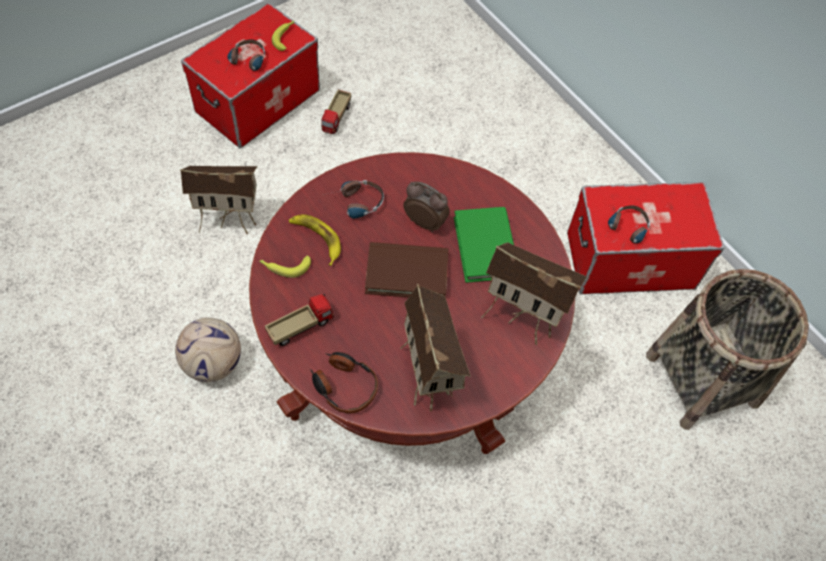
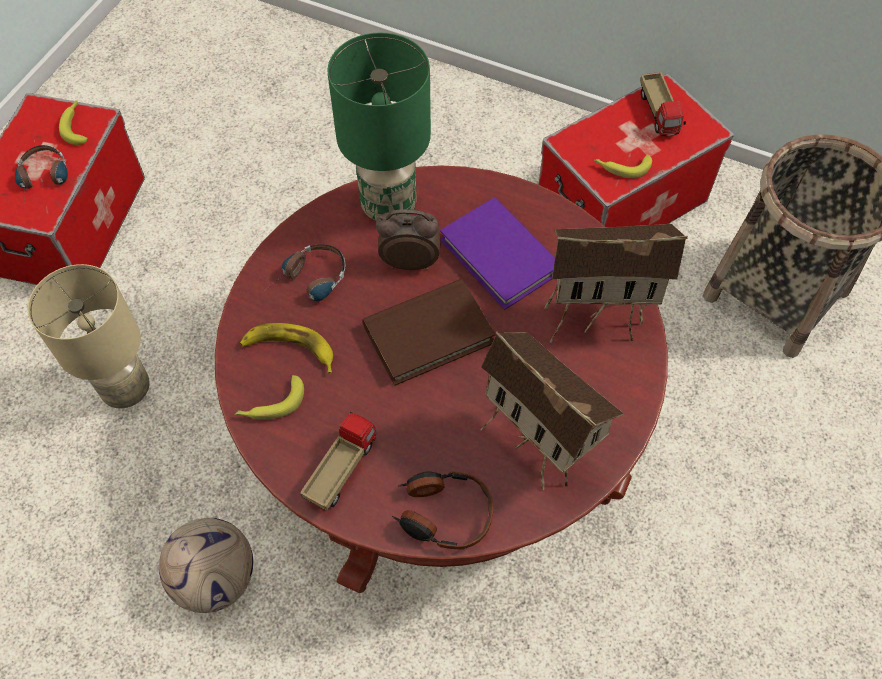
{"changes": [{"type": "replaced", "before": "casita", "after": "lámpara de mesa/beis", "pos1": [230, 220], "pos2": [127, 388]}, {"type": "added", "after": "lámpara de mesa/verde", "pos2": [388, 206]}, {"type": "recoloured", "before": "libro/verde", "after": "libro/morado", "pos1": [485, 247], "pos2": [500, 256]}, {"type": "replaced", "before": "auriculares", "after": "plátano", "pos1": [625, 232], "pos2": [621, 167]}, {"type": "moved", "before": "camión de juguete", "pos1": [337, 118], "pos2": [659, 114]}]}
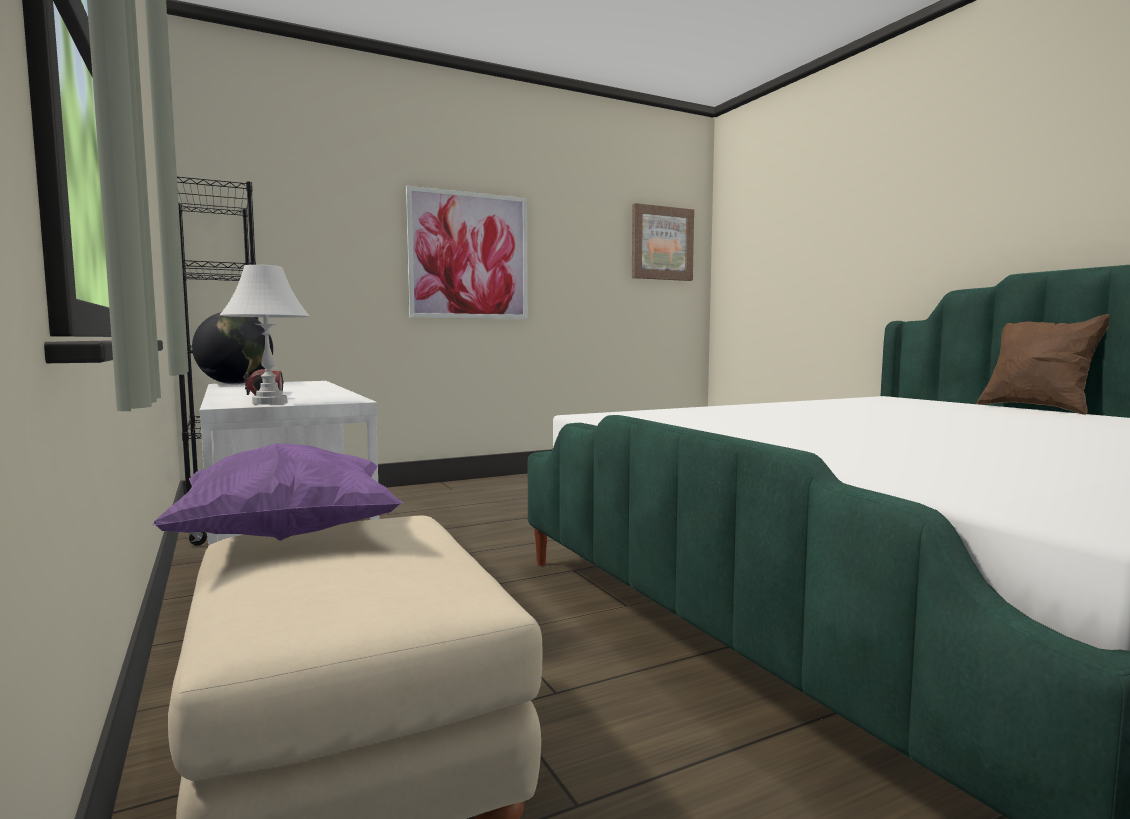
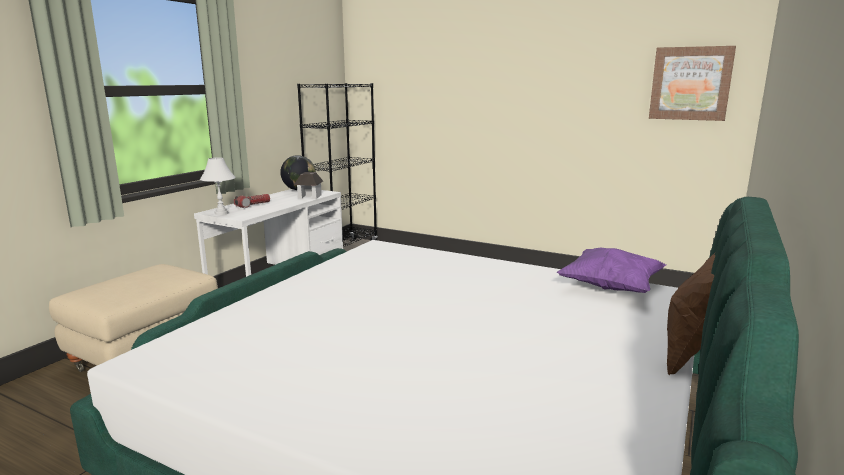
{"changes": [{"type": "added", "after": "casita", "pos2": [309, 196]}, {"type": "moved", "before": "cojín/morado", "pos1": [288, 535], "pos2": [611, 287]}, {"type": "removed", "before": "cuadro", "pos1": [469, 256]}]}
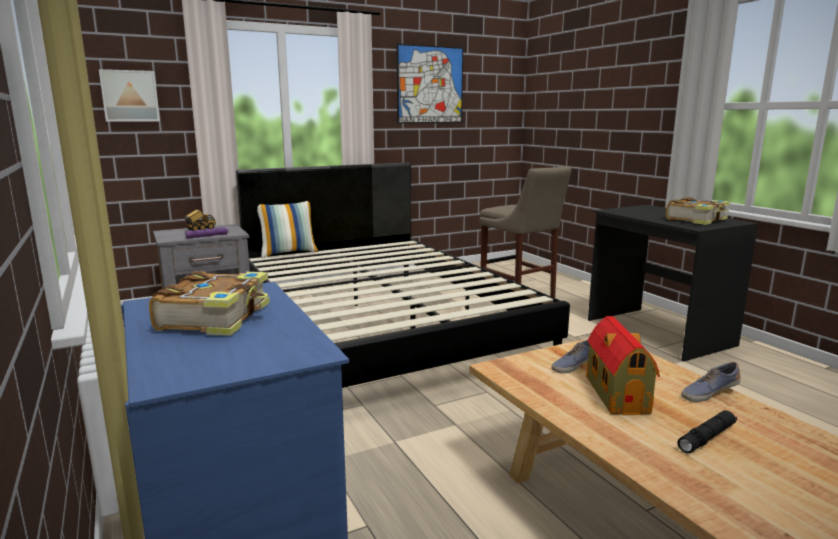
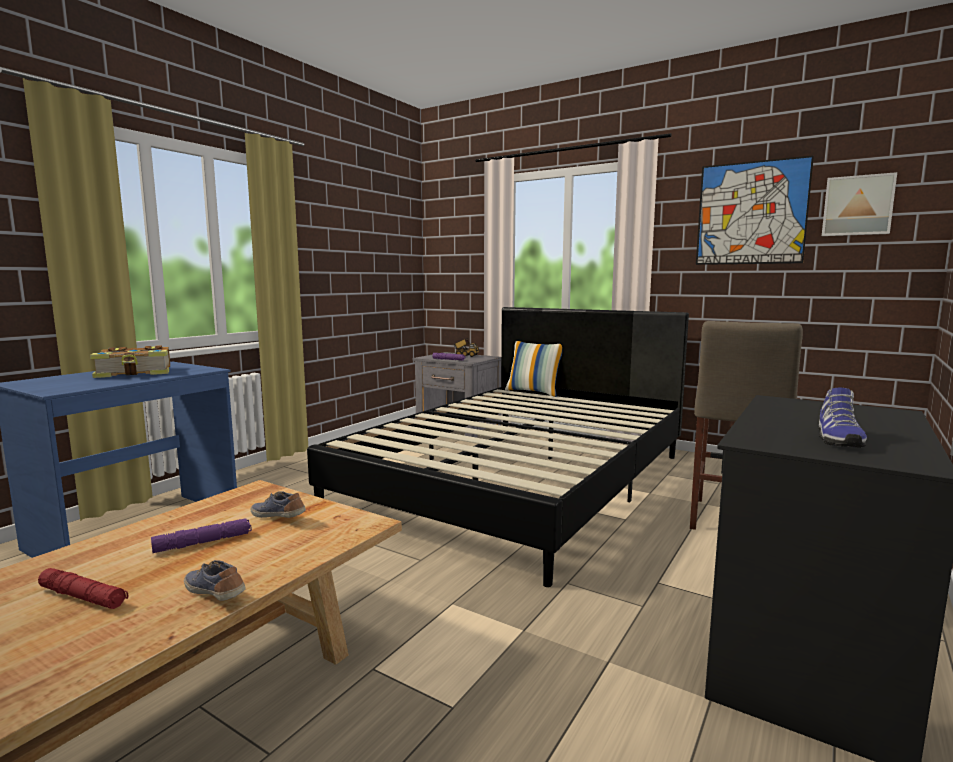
{"changes": [{"type": "recoloured", "before": "linterna/negro", "after": "linterna/rojo", "pos1": [707, 437], "pos2": [83, 597]}, {"type": "replaced", "before": "casita", "after": "linterna/morado", "pos1": [616, 393], "pos2": [203, 542]}, {"type": "replaced", "before": "libro", "after": "zapato", "pos1": [697, 220], "pos2": [836, 439]}, {"type": "moved", "before": "cuadro", "pos1": [130, 96], "pos2": [858, 206]}]}
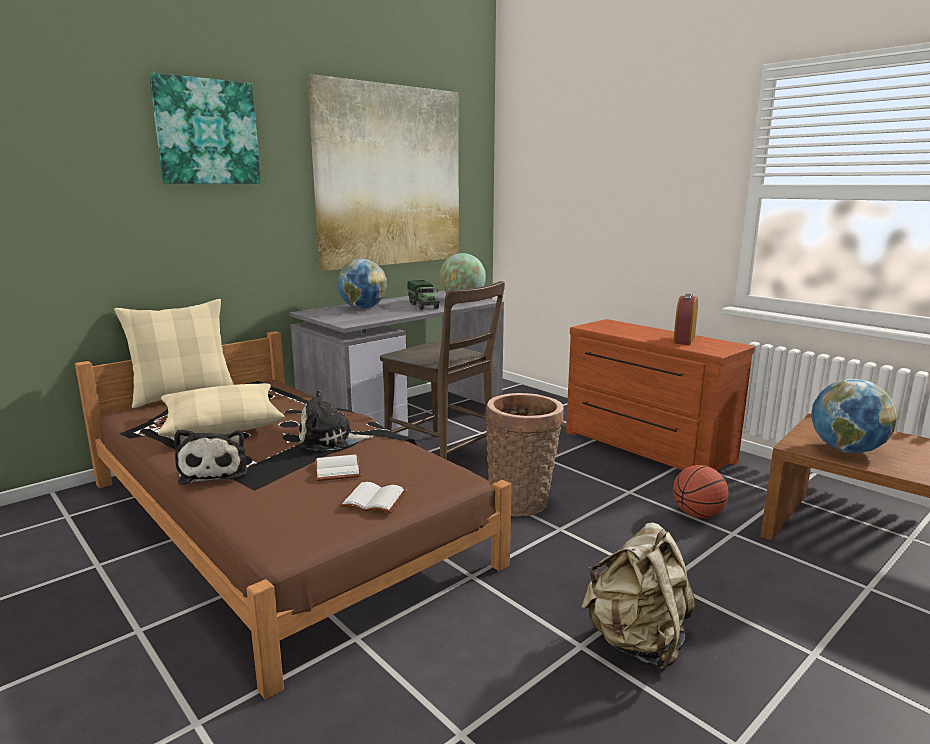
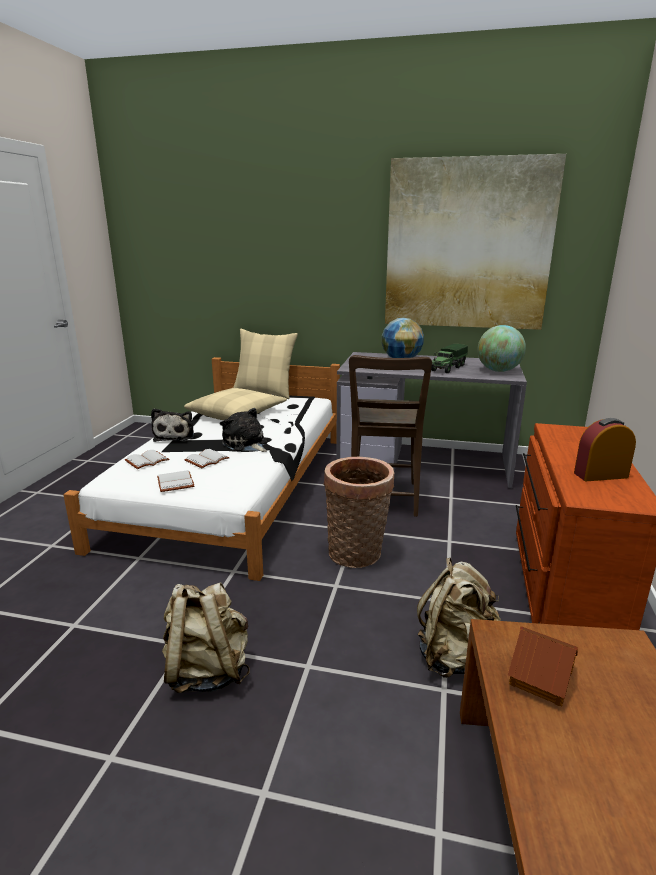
{"changes": [{"type": "recoloured", "before": "cama/marrón", "after": "cama/blanco", "pos1": [278, 520], "pos2": [234, 486]}, {"type": "added", "after": "libro/blanco", "pos2": [147, 461]}, {"type": "turned", "before": "peluche", "pos1": [215, 471], "pos2": [175, 435], "turn": -45}, {"type": "replaced", "before": "balón de baloncesto", "after": "mochila/beis", "pos1": [697, 514], "pos2": [454, 655]}, {"type": "replaced", "before": "globo terráqueo", "after": "casita", "pos1": [846, 450], "pos2": [539, 676]}, {"type": "removed", "before": "cuadro", "pos1": [207, 132]}]}
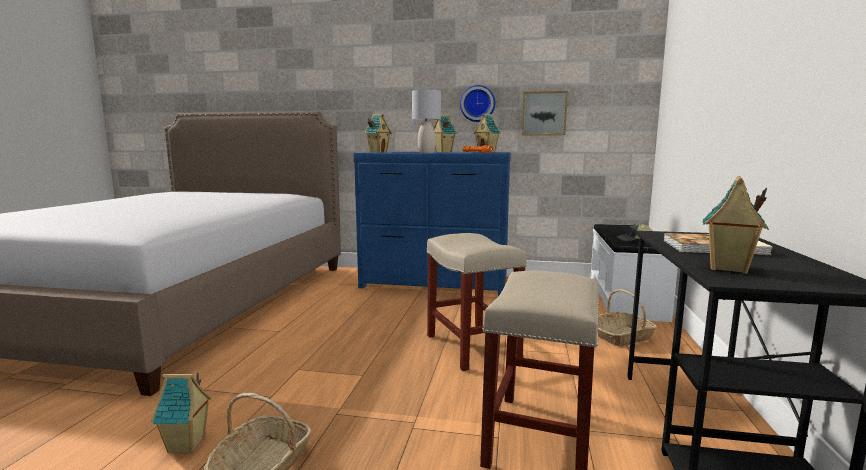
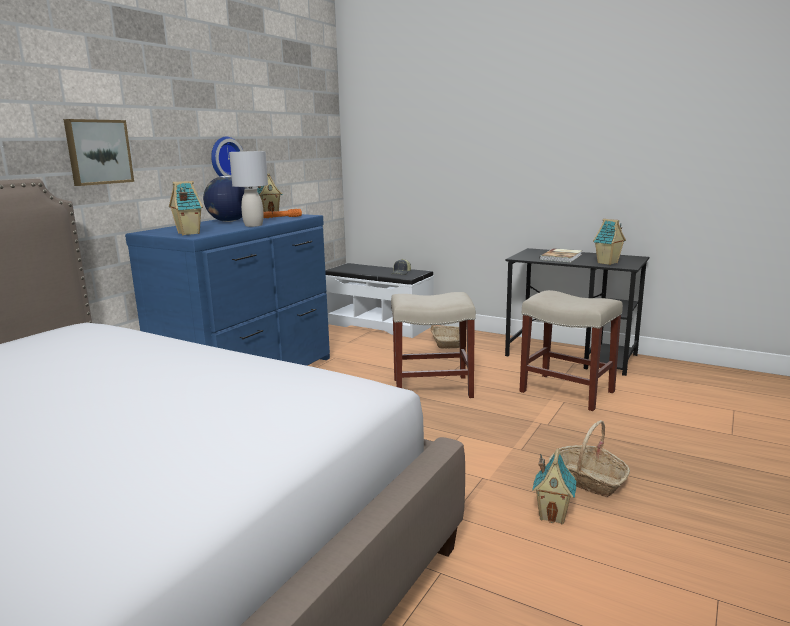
{"changes": [{"type": "moved", "before": "cuadro", "pos1": [544, 113], "pos2": [98, 152]}, {"type": "replaced", "before": "casita", "after": "globo terráqueo", "pos1": [443, 152], "pos2": [228, 221]}]}
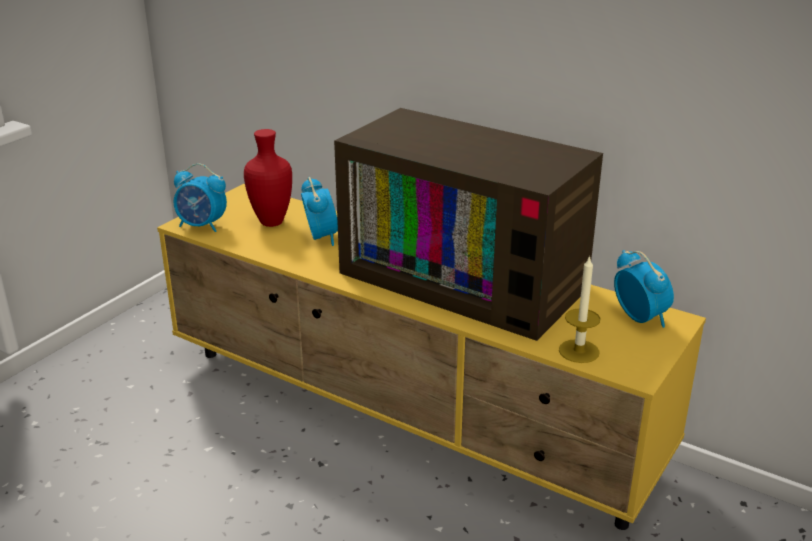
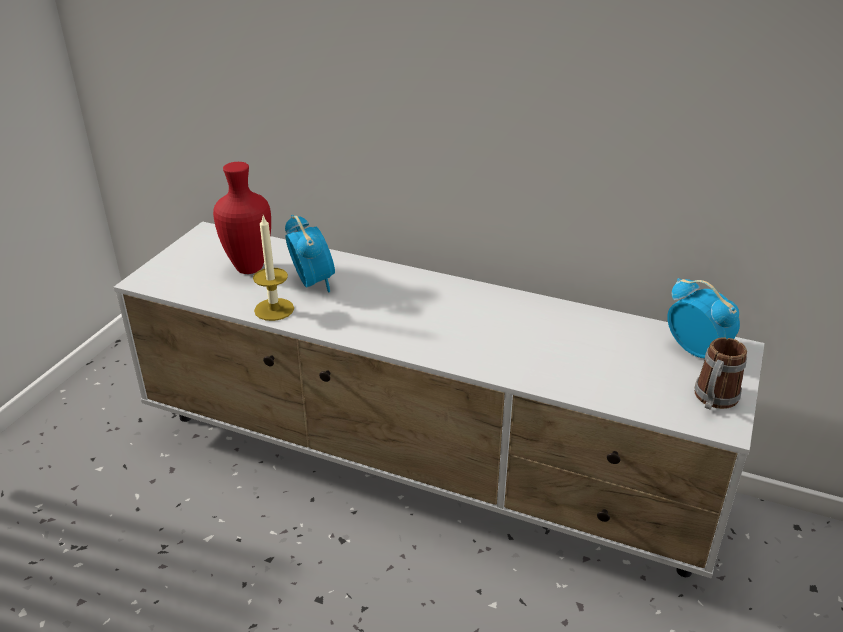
{"changes": [{"type": "recoloured", "before": "mueble de televisión/amarillo", "after": "mueble de televisión/blanco", "pos1": [408, 415], "pos2": [424, 467]}, {"type": "moved", "before": "vela", "pos1": [579, 351], "pos2": [274, 309]}, {"type": "added", "after": "taza grande", "pos2": [713, 400]}, {"type": "removed", "before": "despertador", "pos1": [202, 226]}, {"type": "removed", "before": "televisor", "pos1": [468, 278]}]}
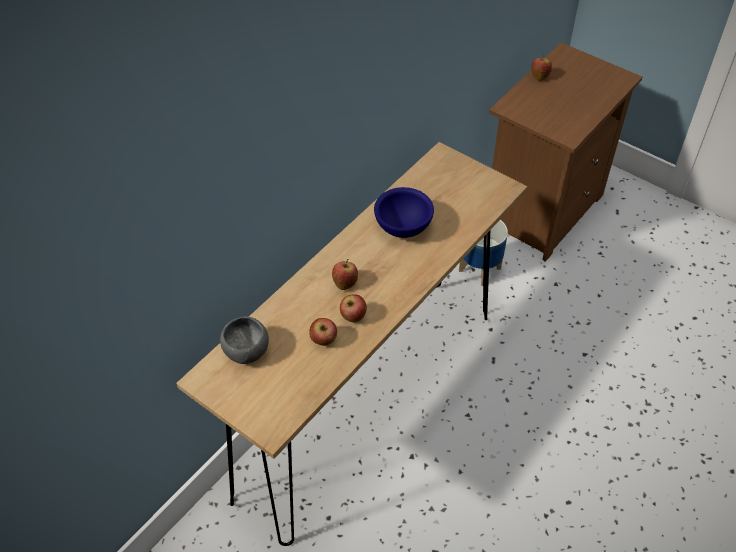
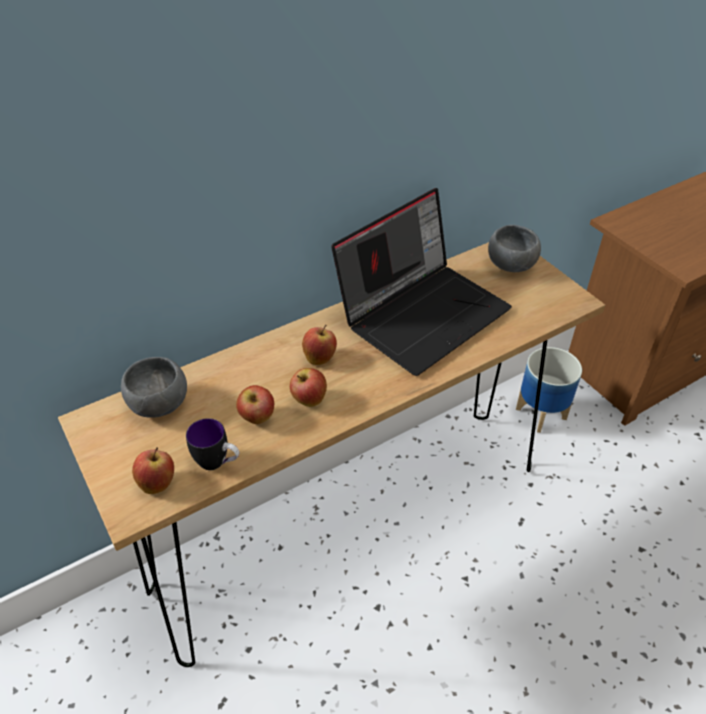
{"changes": [{"type": "moved", "before": "manzana", "pos1": [539, 76], "pos2": [158, 483]}, {"type": "added", "after": "taza grande", "pos2": [218, 463]}, {"type": "replaced", "before": "cuenco/azul", "after": "portátil", "pos1": [402, 227], "pos2": [423, 313]}, {"type": "added", "after": "cuenco/gris", "pos2": [509, 265]}]}
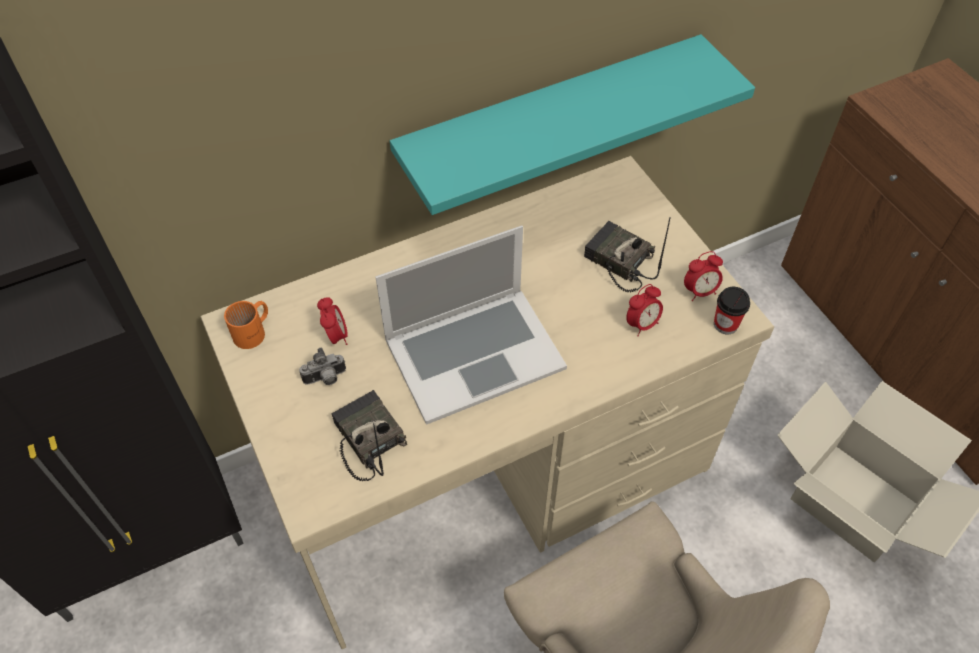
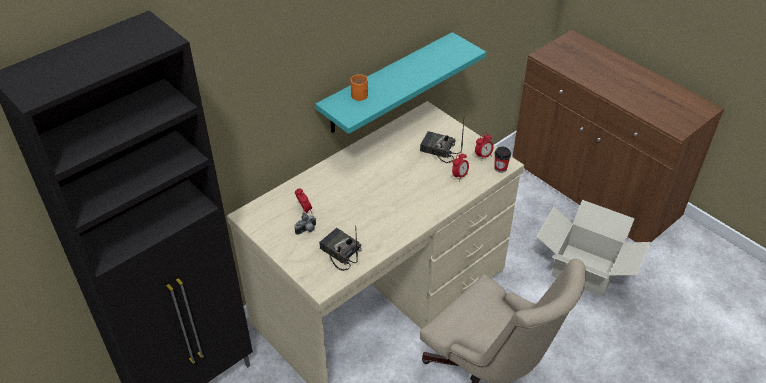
{"changes": [{"type": "moved", "before": "taza grande/naranja", "pos1": [254, 332], "pos2": [361, 93]}, {"type": "removed", "before": "portátil", "pos1": [474, 352]}]}
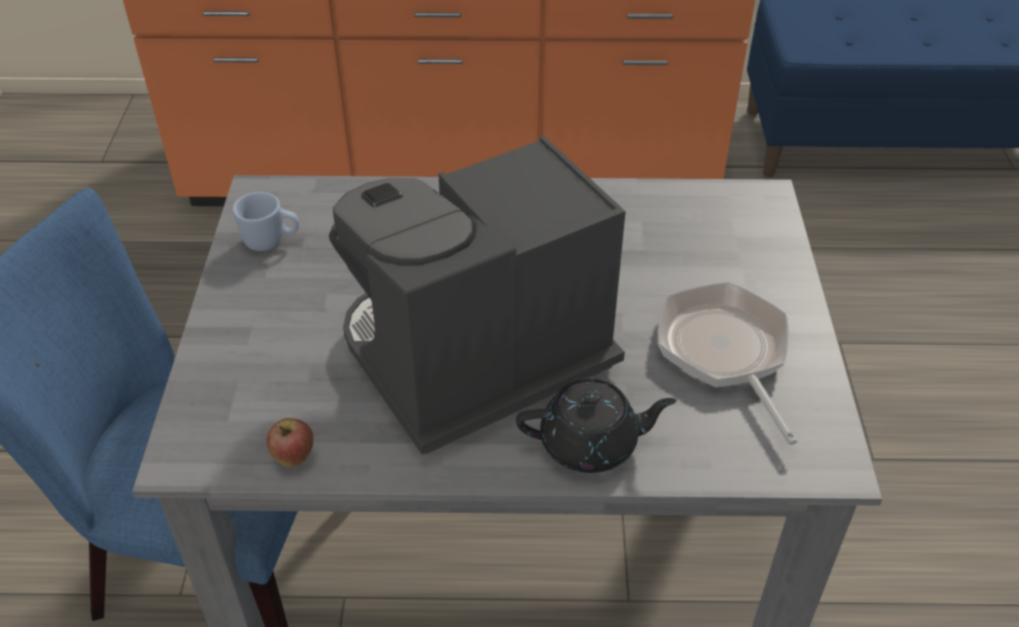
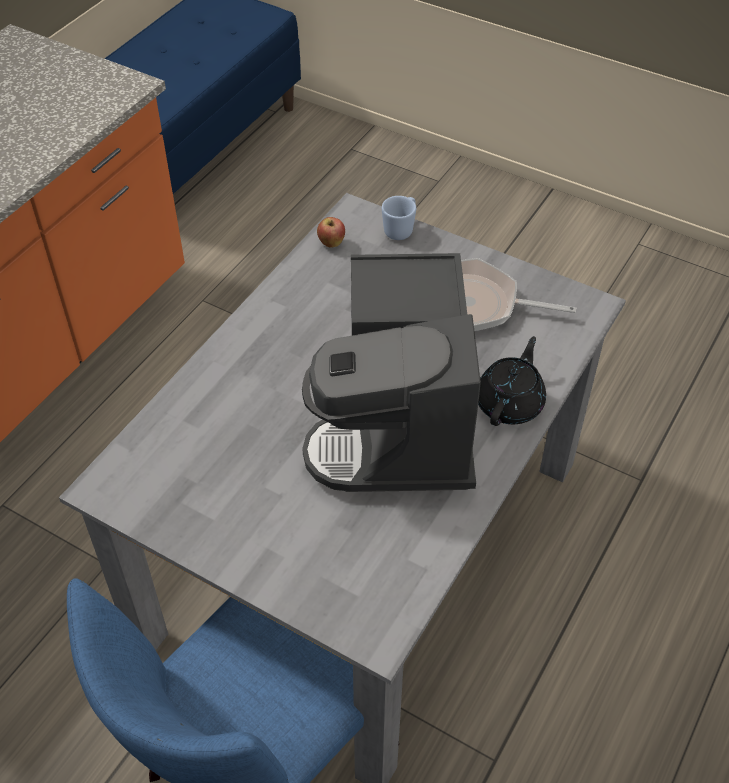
{"changes": [{"type": "moved", "before": "manzana", "pos1": [294, 458], "pos2": [331, 244]}, {"type": "moved", "before": "taza grande/azul", "pos1": [271, 241], "pos2": [401, 229]}]}
